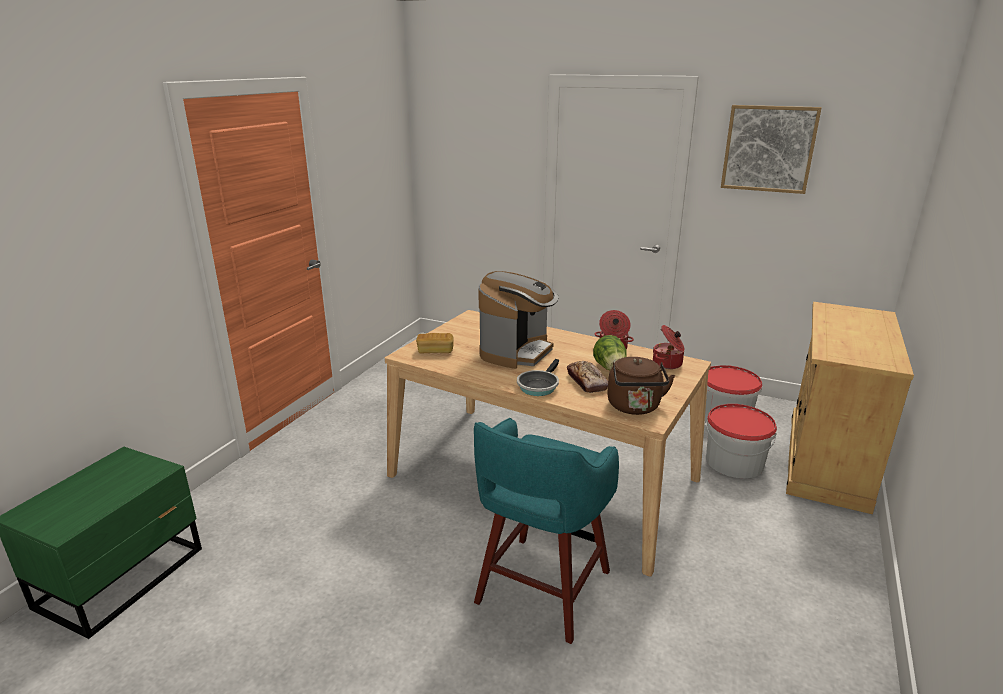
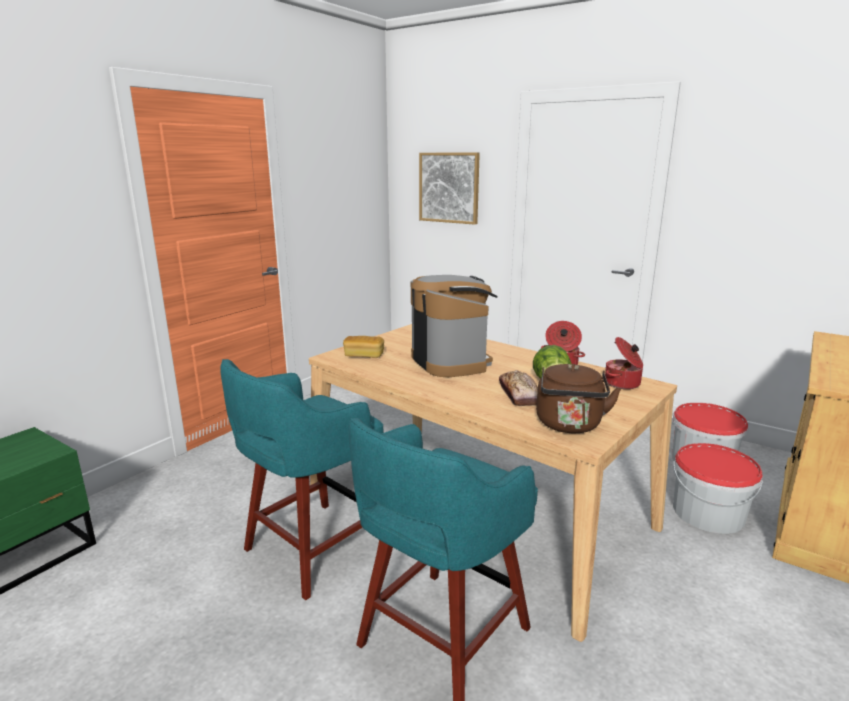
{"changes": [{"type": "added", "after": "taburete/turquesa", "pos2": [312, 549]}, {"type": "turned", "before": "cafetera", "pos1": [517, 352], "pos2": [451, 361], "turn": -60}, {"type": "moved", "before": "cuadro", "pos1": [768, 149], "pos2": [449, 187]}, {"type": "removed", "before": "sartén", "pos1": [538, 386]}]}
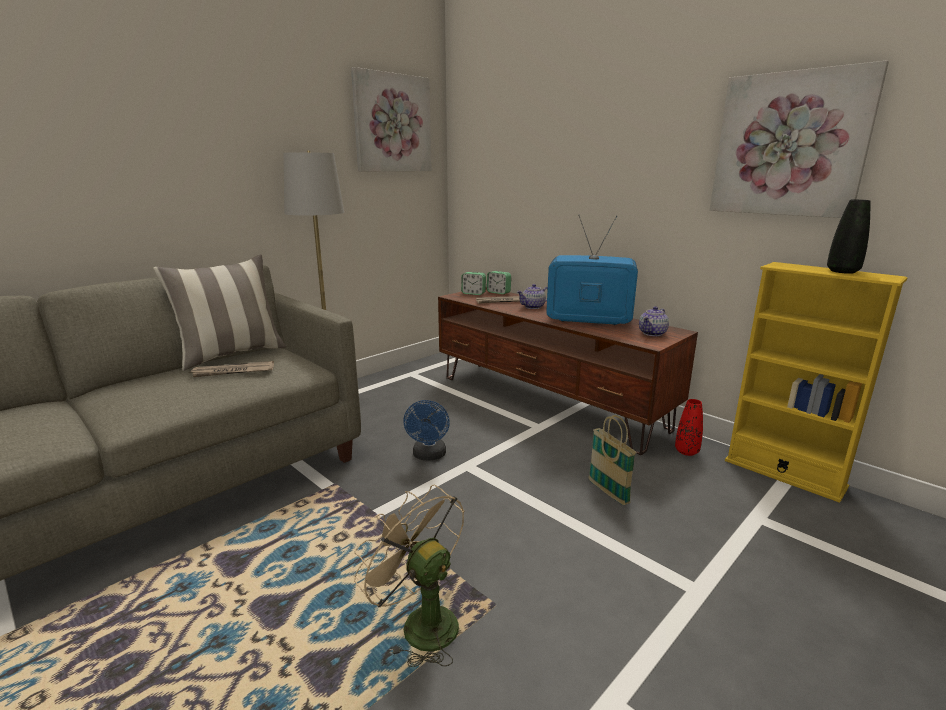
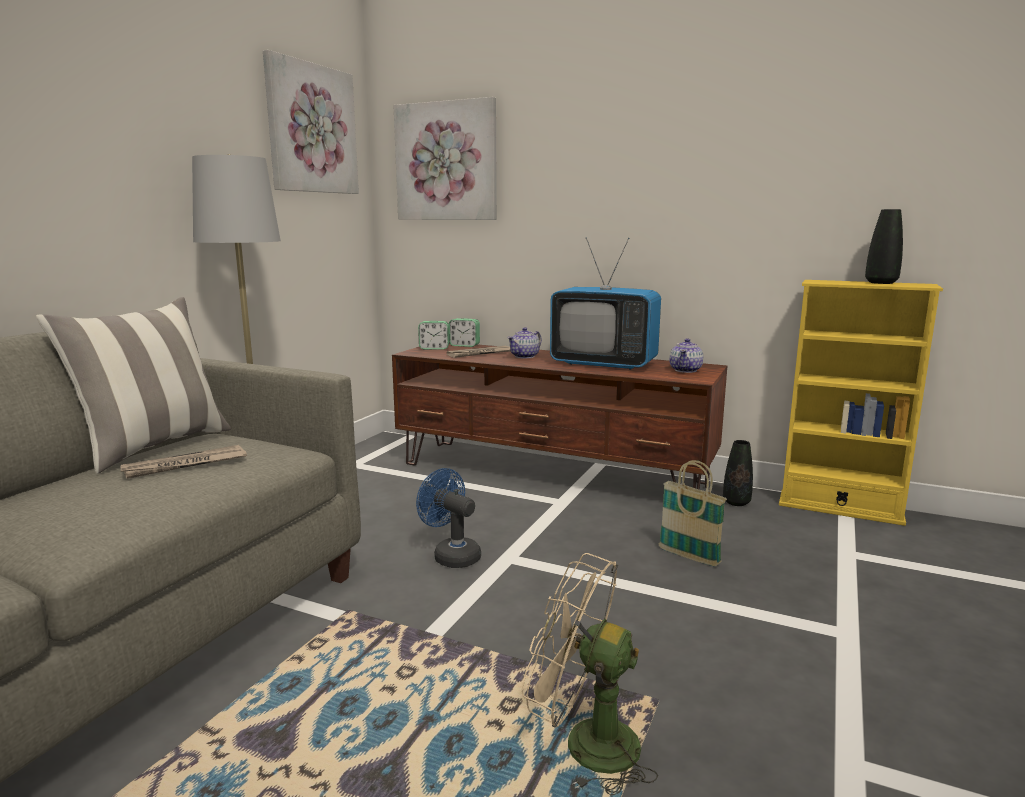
{"changes": [{"type": "moved", "before": "cuadro", "pos1": [789, 145], "pos2": [447, 162]}, {"type": "turned", "before": "ventilador/azul", "pos1": [429, 456], "pos2": [451, 555], "turn": 150}, {"type": "turned", "before": "televisor", "pos1": [588, 320], "pos2": [603, 364], "turn": -150}, {"type": "recoloured", "before": "florero/rojo", "after": "florero/negro", "pos1": [686, 451], "pos2": [736, 502]}]}
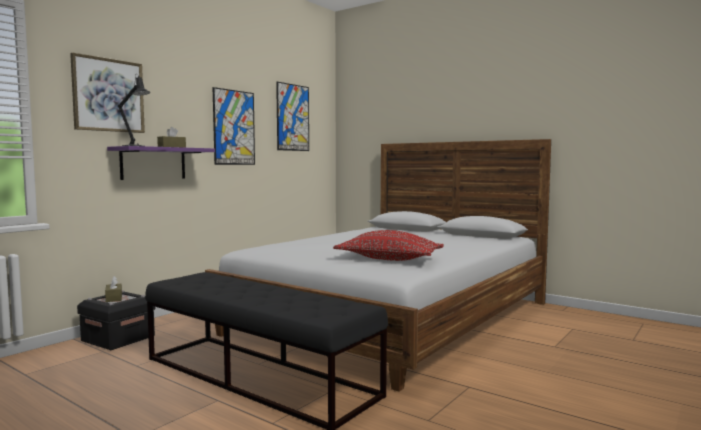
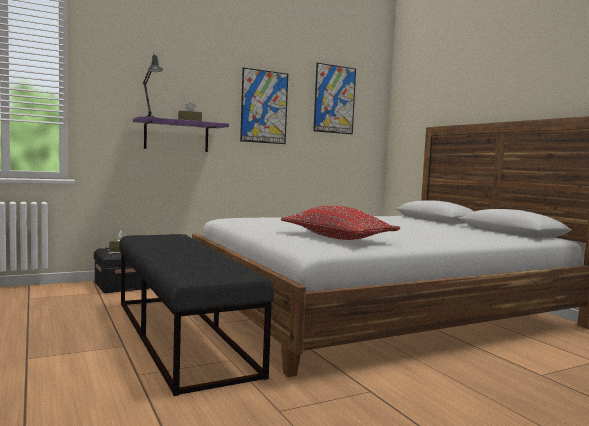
{"changes": [{"type": "removed", "before": "cuadro", "pos1": [108, 95]}]}
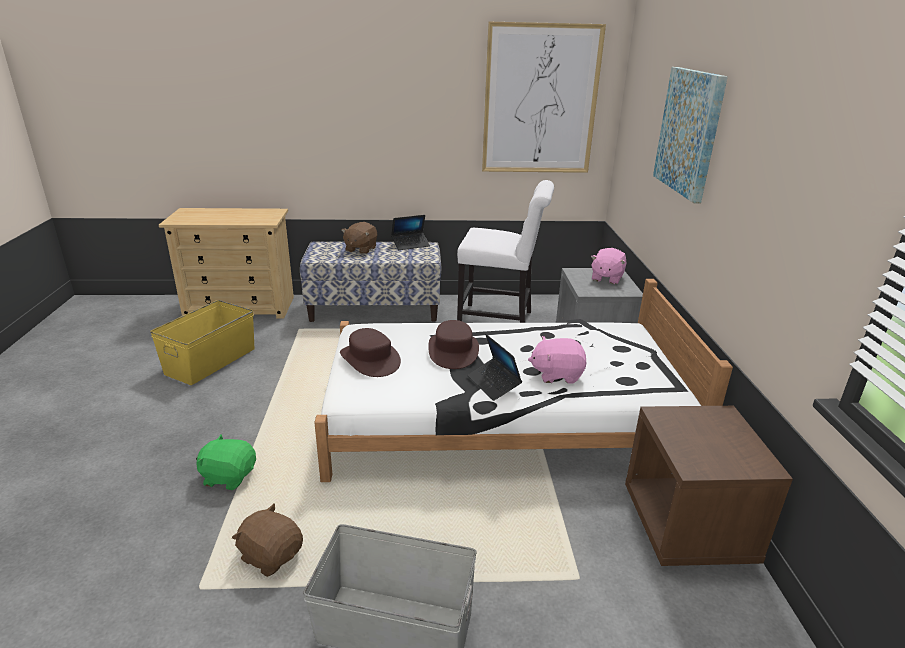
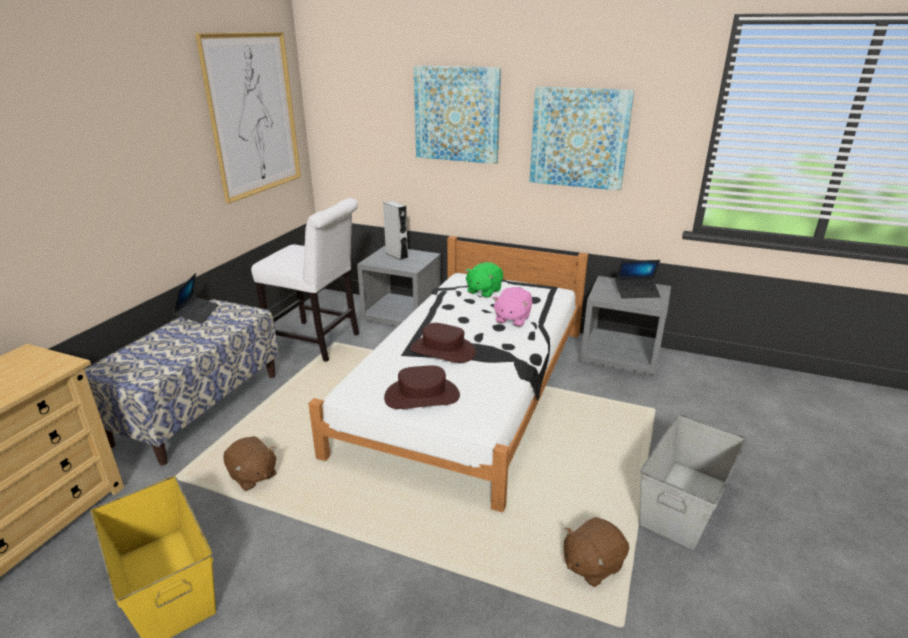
{"changes": [{"type": "moved", "before": "peluche/marrón", "pos1": [360, 249], "pos2": [252, 476]}, {"type": "turned", "before": "silla/blanco", "pos1": [500, 321], "pos2": [318, 342], "turn": 75}, {"type": "replaced", "before": "peluche/rosa", "after": "altavoz/gris", "pos1": [606, 278], "pos2": [396, 255]}, {"type": "moved", "before": "peluche/verde", "pos1": [229, 476], "pos2": [483, 291]}, {"type": "added", "after": "cuadro", "pos2": [579, 138]}, {"type": "recoloured", "before": "mesita de noche/marrón", "after": "mesita de noche/gris", "pos1": [688, 527], "pos2": [621, 356]}, {"type": "moved", "before": "portátil", "pos1": [493, 384], "pos2": [637, 292]}]}
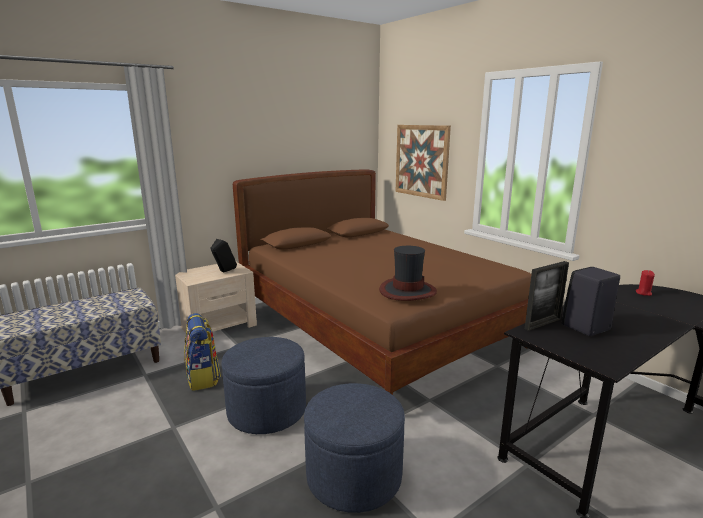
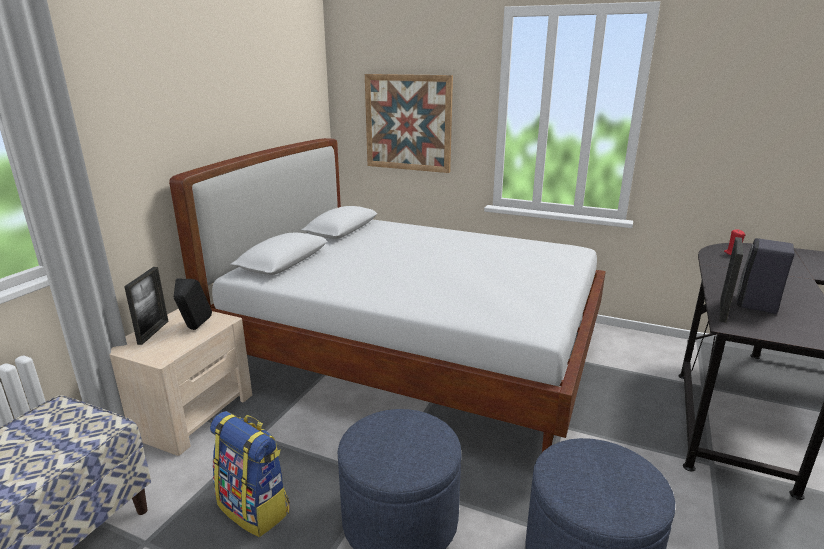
{"changes": [{"type": "added", "after": "portarretratos", "pos2": [153, 332]}, {"type": "recoloured", "before": "cama/marrón", "after": "cama/blanco", "pos1": [376, 327], "pos2": [414, 351]}, {"type": "removed", "before": "sombrero", "pos1": [407, 291]}]}
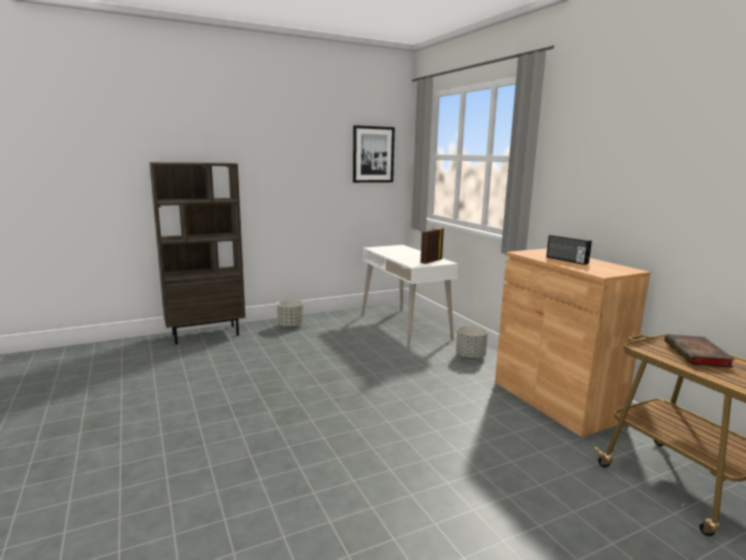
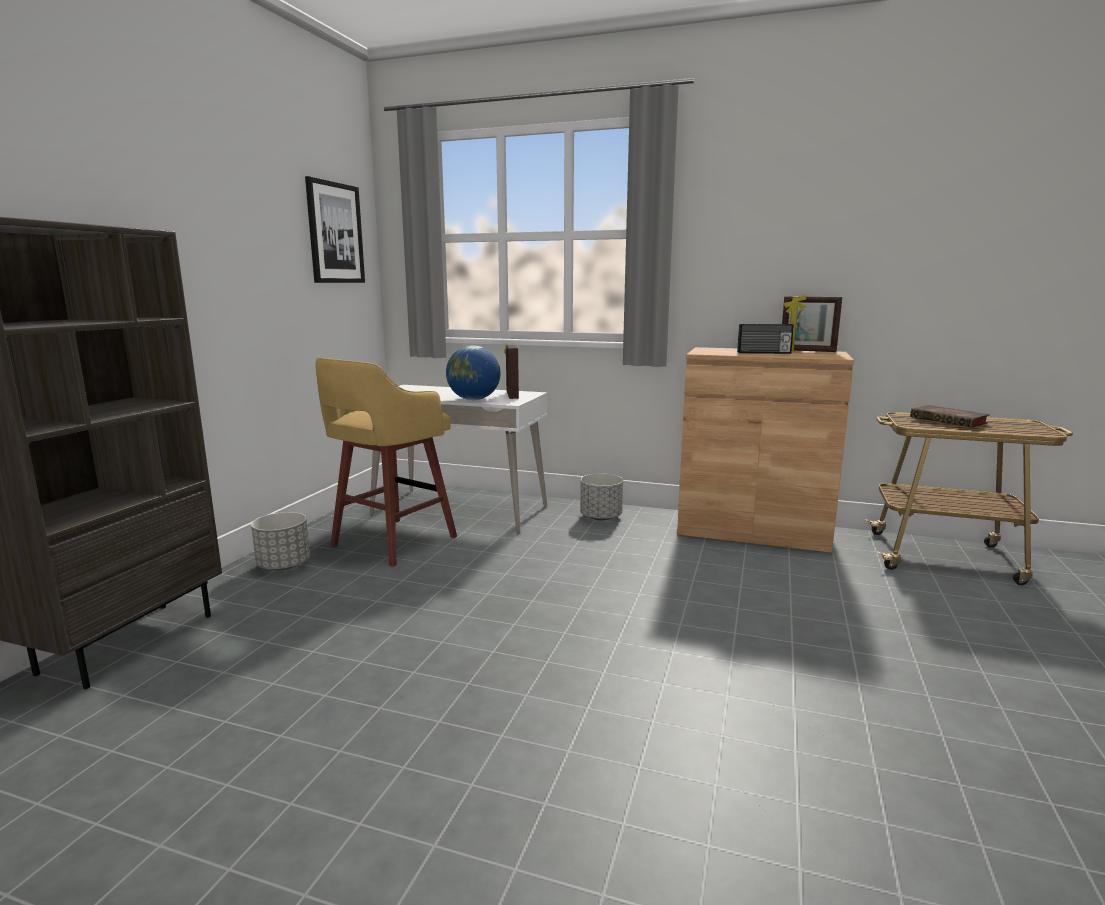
{"changes": [{"type": "added", "after": "taburete/amarillo", "pos2": [391, 542]}, {"type": "added", "after": "globo terráqueo", "pos2": [473, 399]}, {"type": "added", "after": "portarretratos", "pos2": [807, 351]}]}
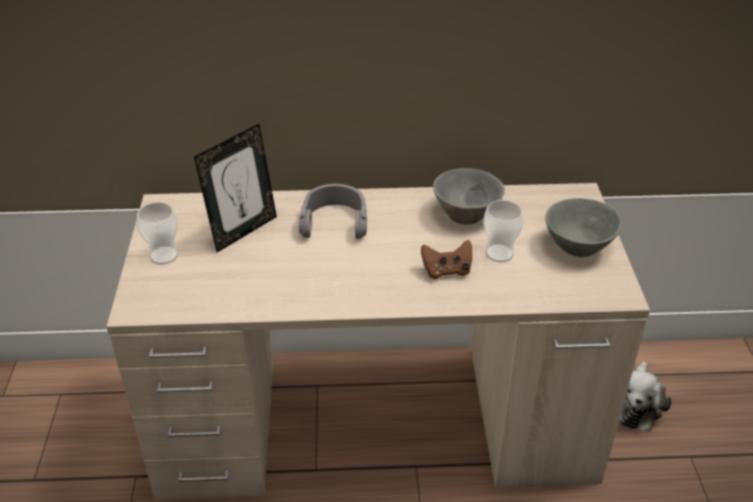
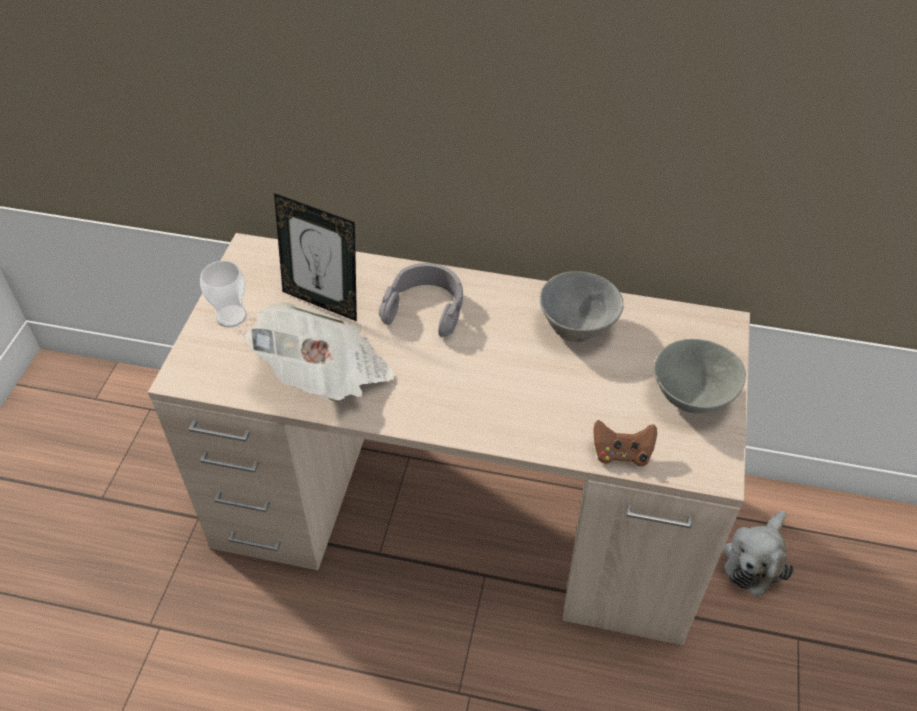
{"changes": [{"type": "added", "after": "periódico", "pos2": [327, 375]}, {"type": "turned", "before": "portarretratos", "pos1": [243, 231], "pos2": [323, 301], "turn": 60}, {"type": "moved", "before": "mando de consola/marrón", "pos1": [447, 271], "pos2": [621, 453]}, {"type": "removed", "before": "taza", "pos1": [499, 253]}]}
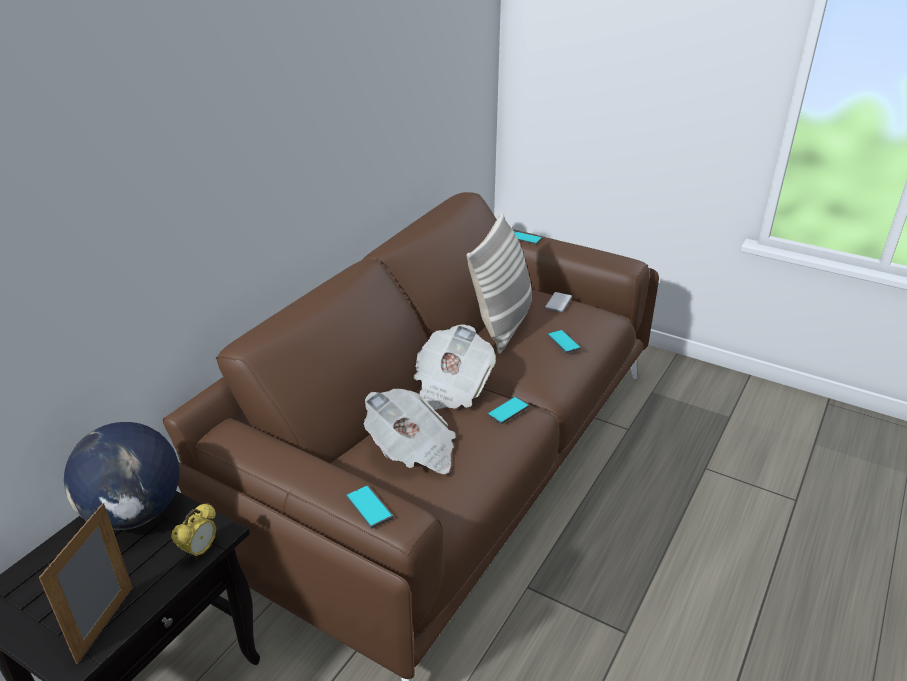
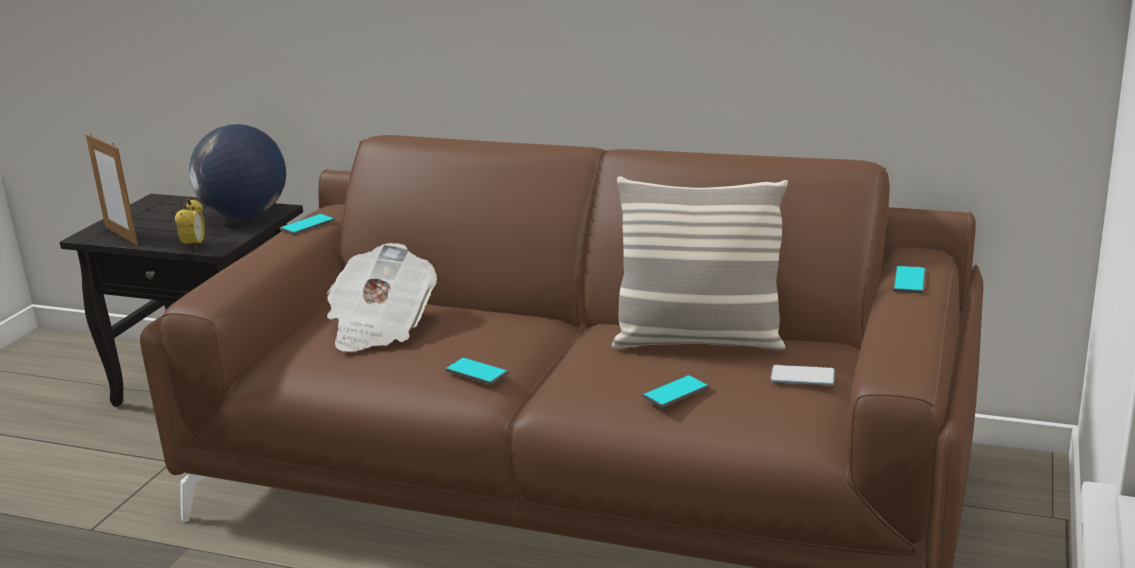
{"changes": [{"type": "turned", "before": "portarretratos", "pos1": [105, 624], "pos2": [121, 235], "turn": -135}, {"type": "turned", "before": "despertador", "pos1": [200, 551], "pos2": [195, 246], "turn": -105}, {"type": "moved", "before": "móvil", "pos1": [369, 507], "pos2": [307, 225]}, {"type": "removed", "before": "periódico", "pos1": [450, 387]}]}
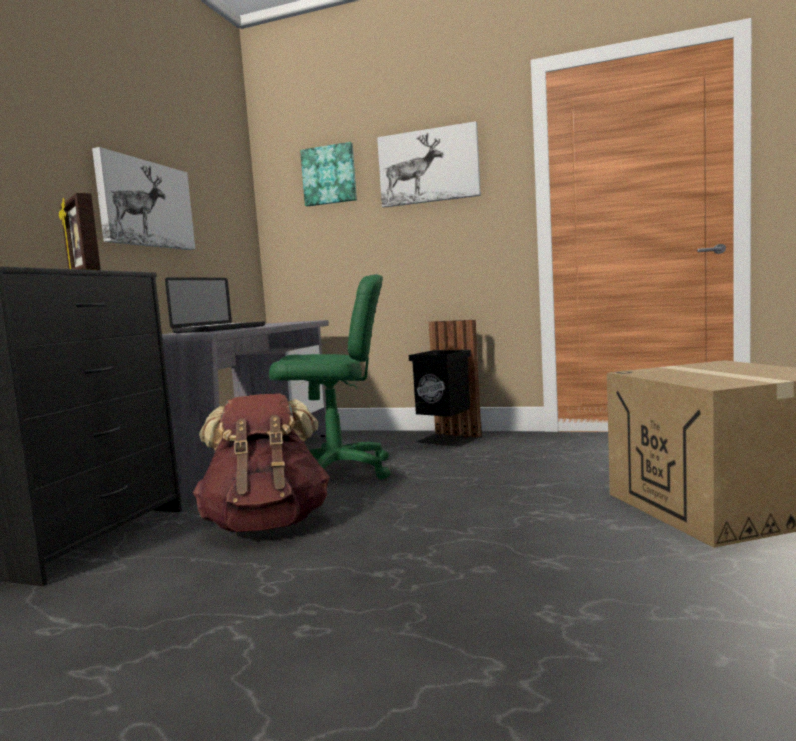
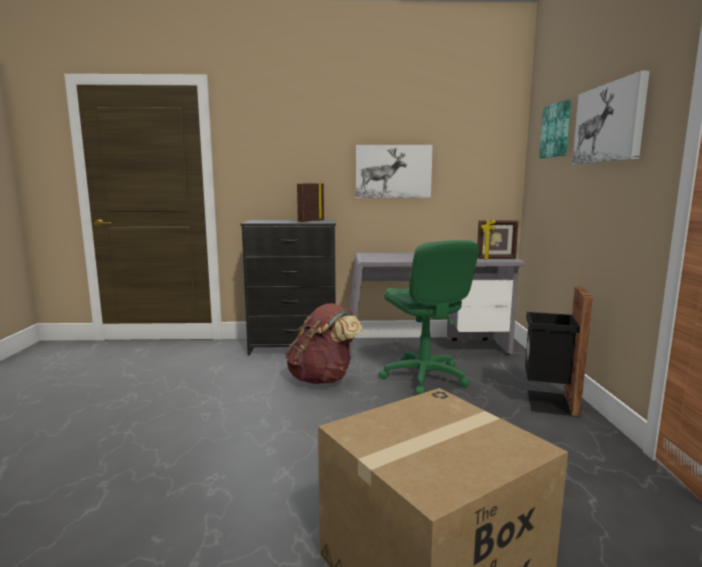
{"changes": [{"type": "added", "after": "portarretratos", "pos2": [496, 259]}, {"type": "removed", "before": "portátil", "pos1": [220, 329]}]}
